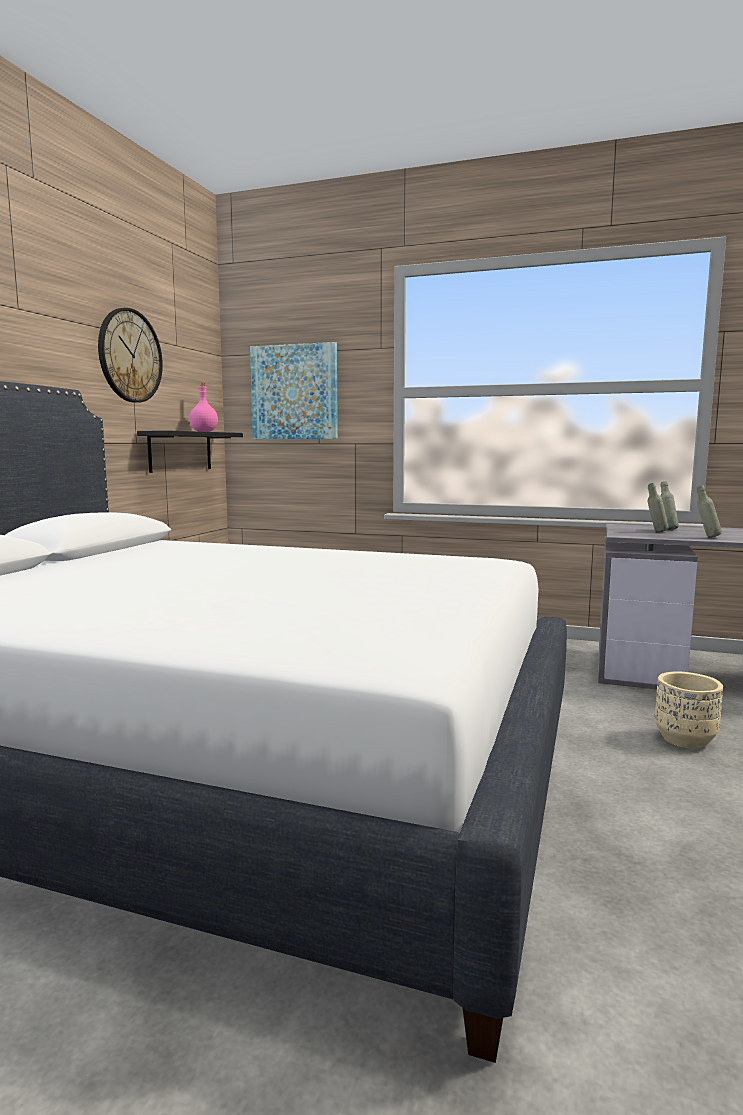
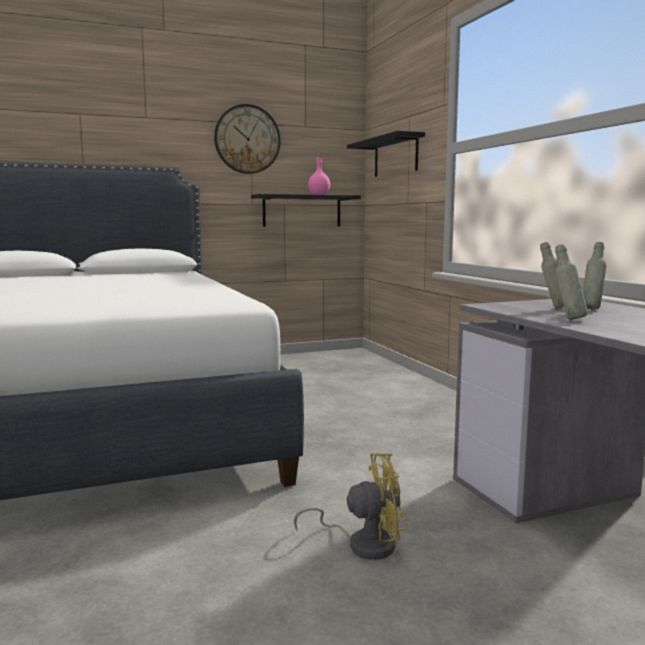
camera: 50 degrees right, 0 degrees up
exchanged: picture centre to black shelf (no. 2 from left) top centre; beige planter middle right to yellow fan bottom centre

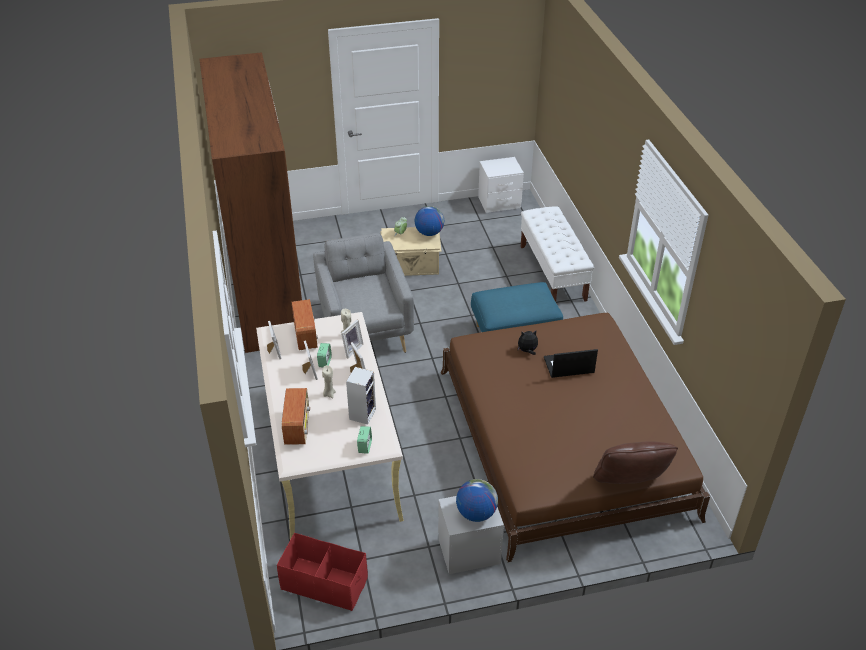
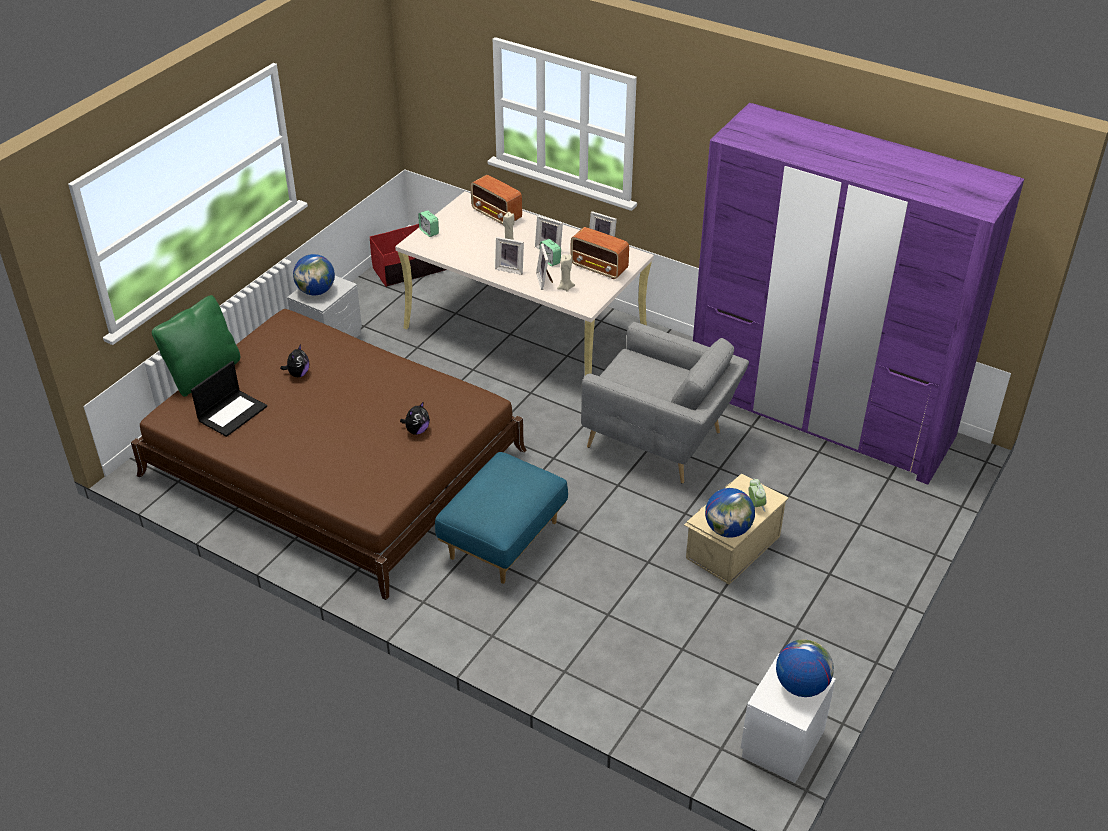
camera: 135 degrees right, 0 degrees up
missing: white bench centre; speaker centre
appeared: plush toy (no. 1 from left) middle left; globe (no. 3 from left) bottom right
relocated: laptop centre to middle left
colour: brown wardrobe top left to purple wardrobe middle right; brown pillow bottom right to green pillow middle left

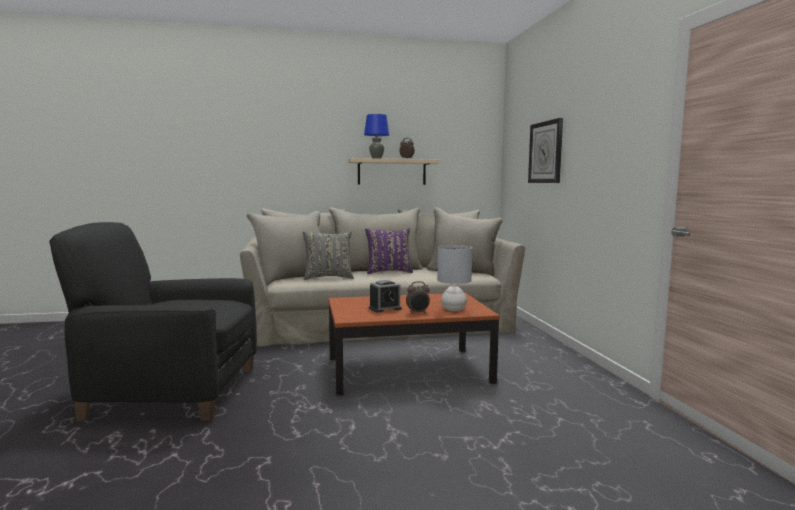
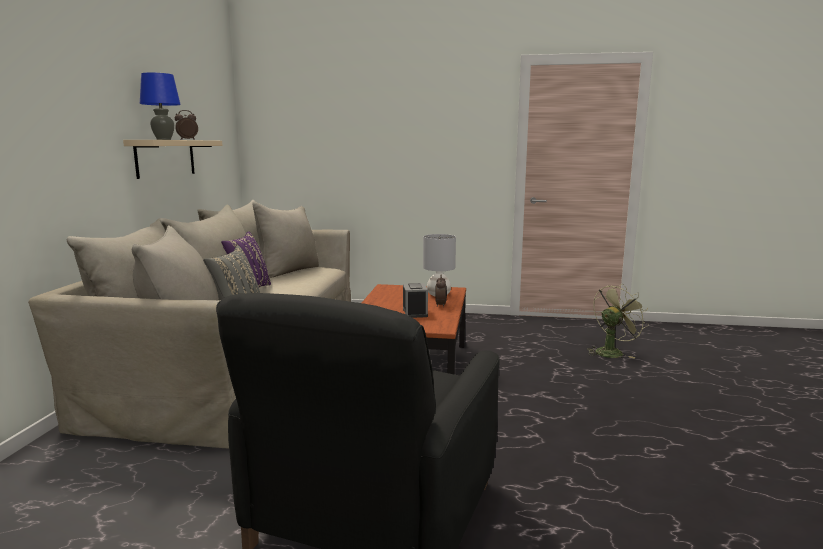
camera: 70 degrees left, 5 degrees up
missing: wall clock top right
appeared: green fan middle right

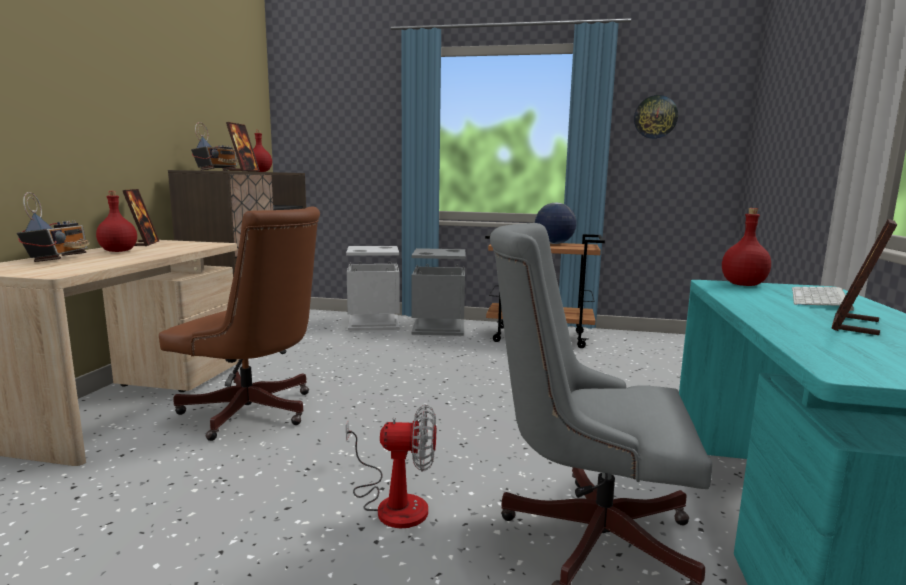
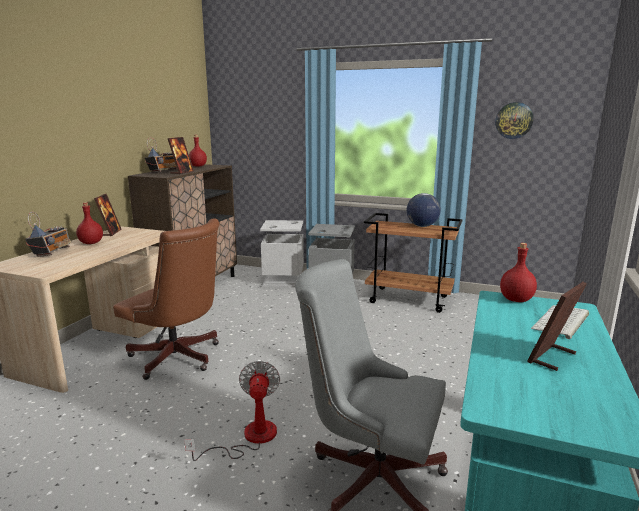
camera: 10 degrees right, 5 degrees up
spun: fan bottom centre = bottom centre 105 degrees counterclockwise

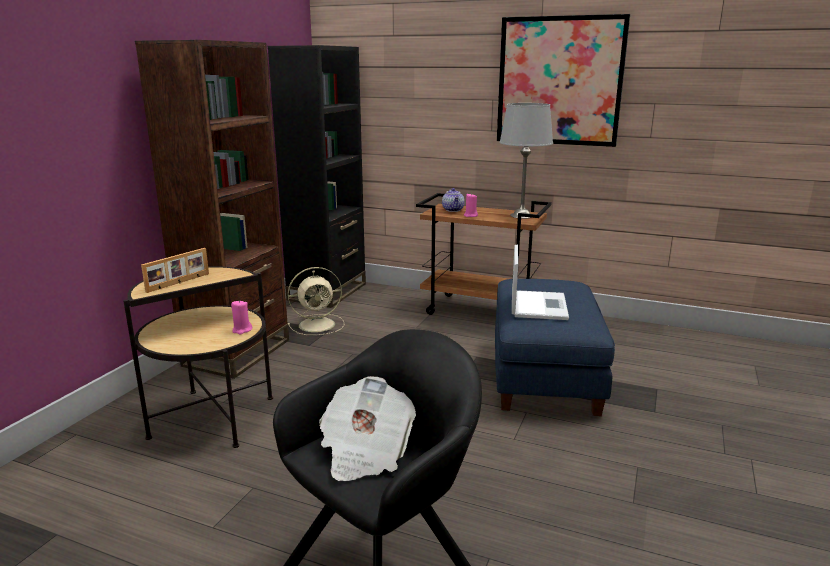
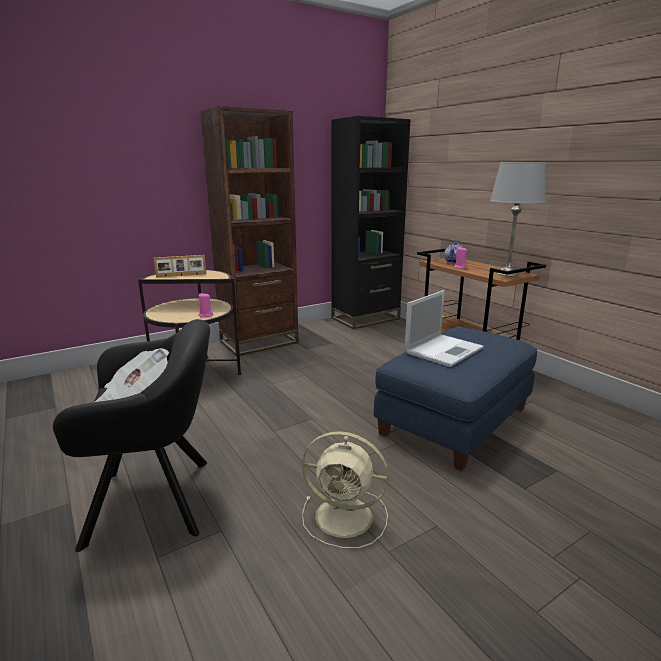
camera: 35 degrees right, 0 degrees up
missing: picture top right
relocated: beige fan centre to bottom centre

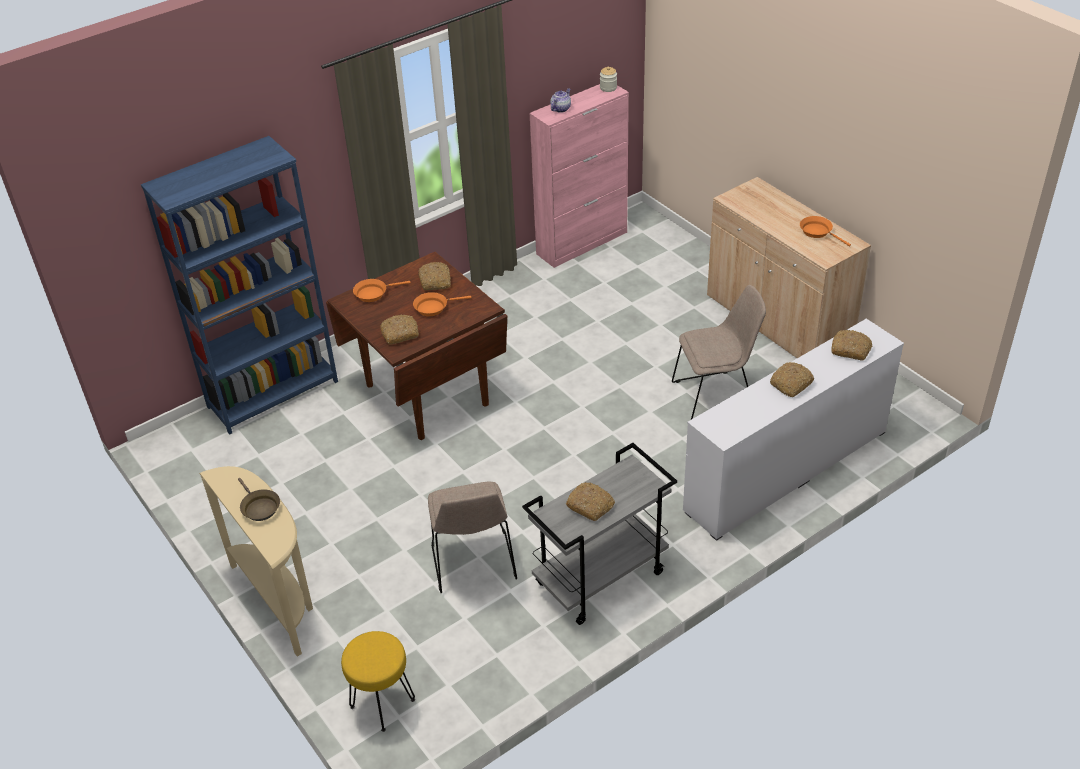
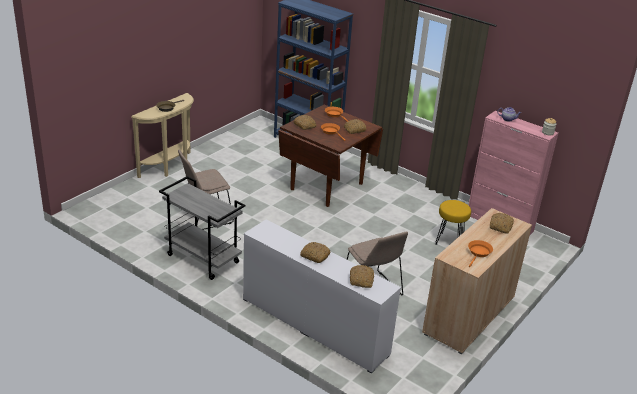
camera: 70 degrees right, 10 degrees down
relocated: bread (no. 3 from left in the first image) centre to bread (no. 5 from left) middle right; yellow stool bottom centre to middle right

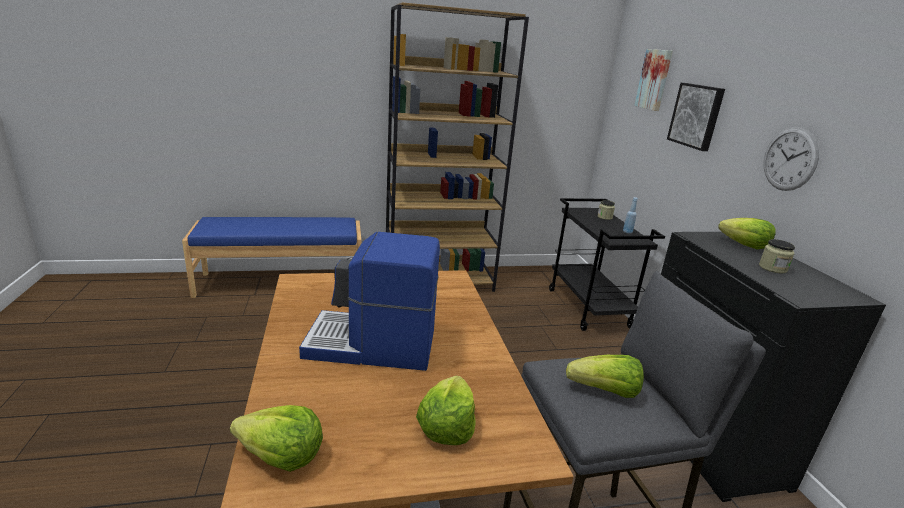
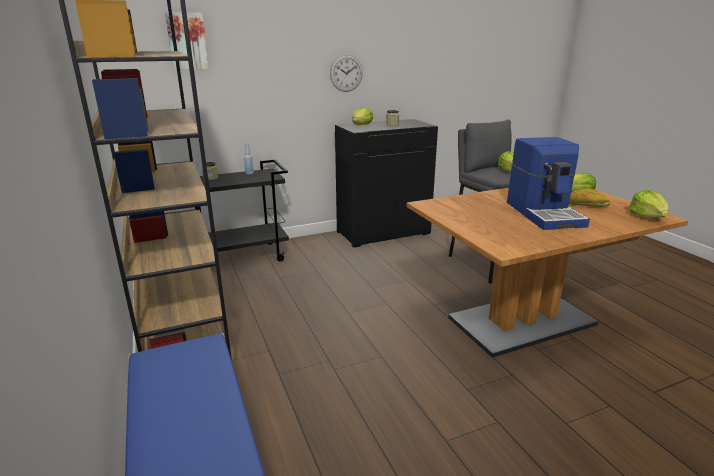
camera: 100 degrees left, 0 degrees up
missing: picture (no. 2 from left) top right
appeared: bread middle right

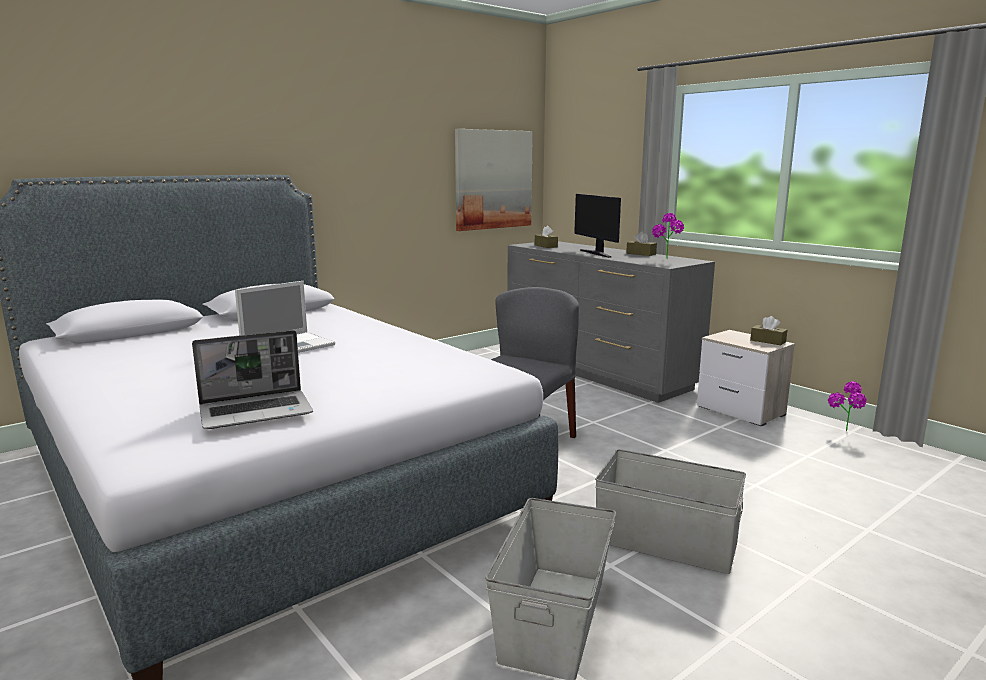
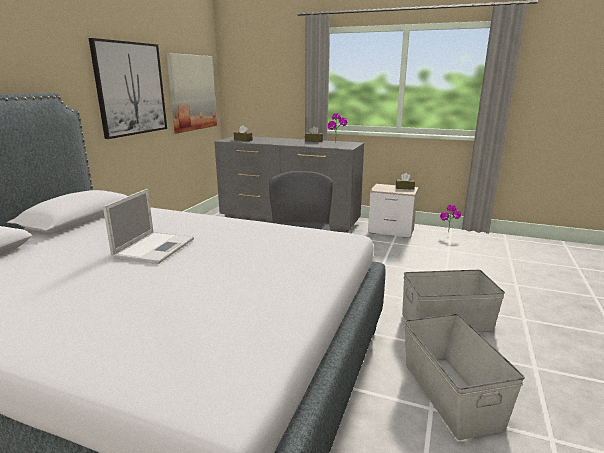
camera: 30 degrees left, 5 degrees up
missing: monitor top centre; laptop (no. 1 from left) middle left
appeared: picture (no. 1 from left) top left

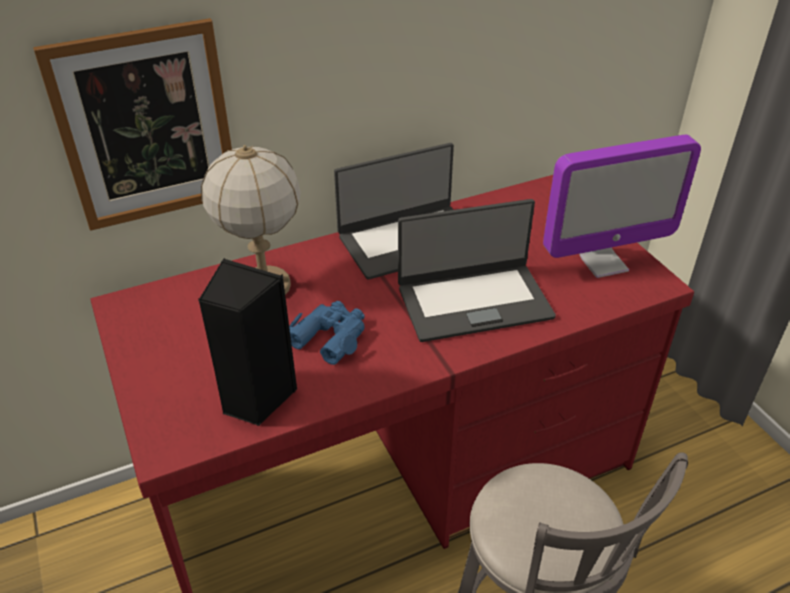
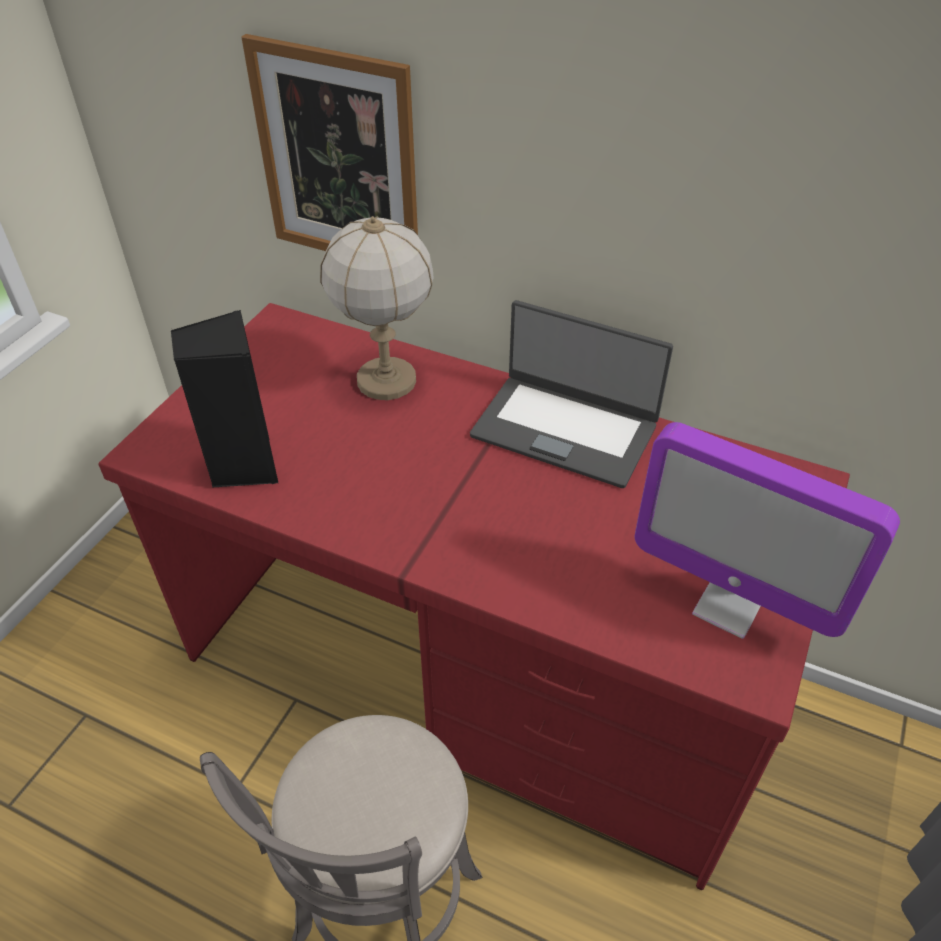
camera: 50 degrees right, 5 degrees up
missing: laptop (no. 2 from left) centre; blue binoculars centre

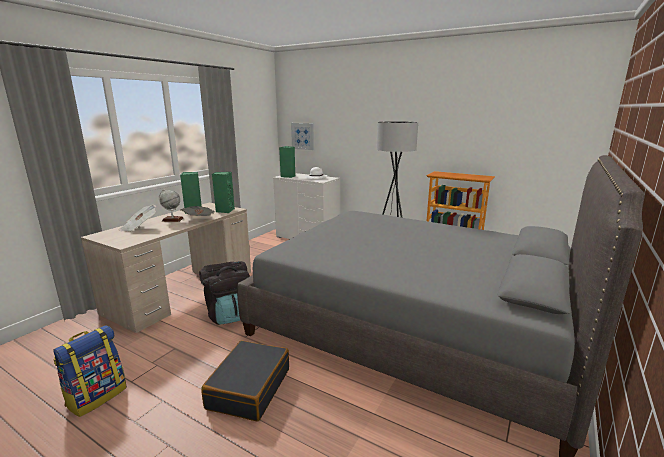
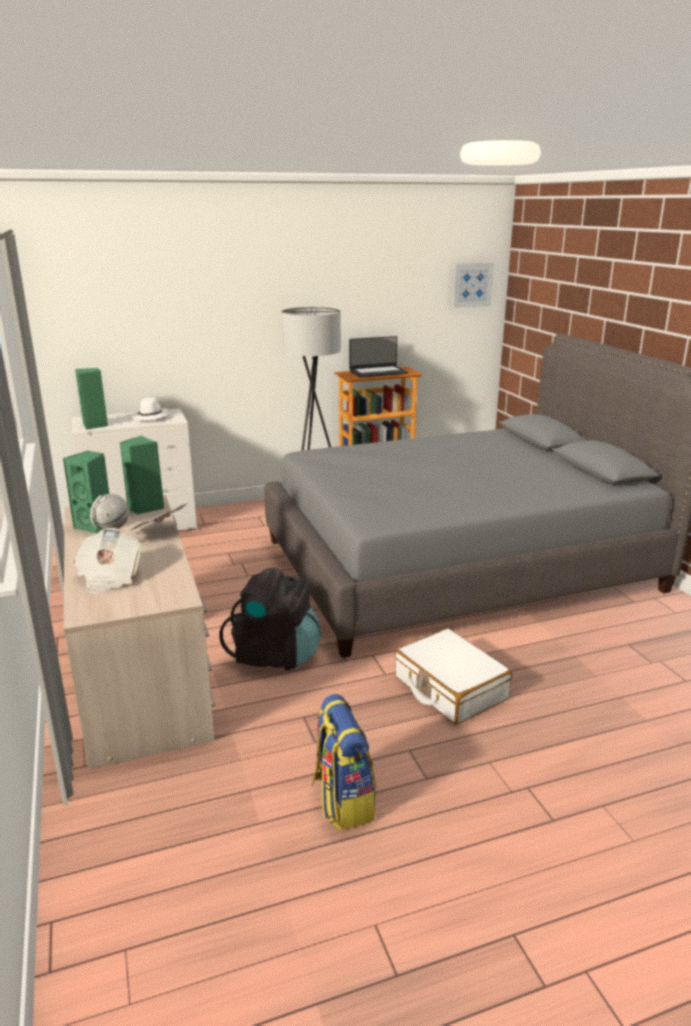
camera: 50 degrees left, 5 degrees up
appeared: laptop centre
relocated: picture top centre to top right
colour: black suitcase bottom centre to white suitcase centre

